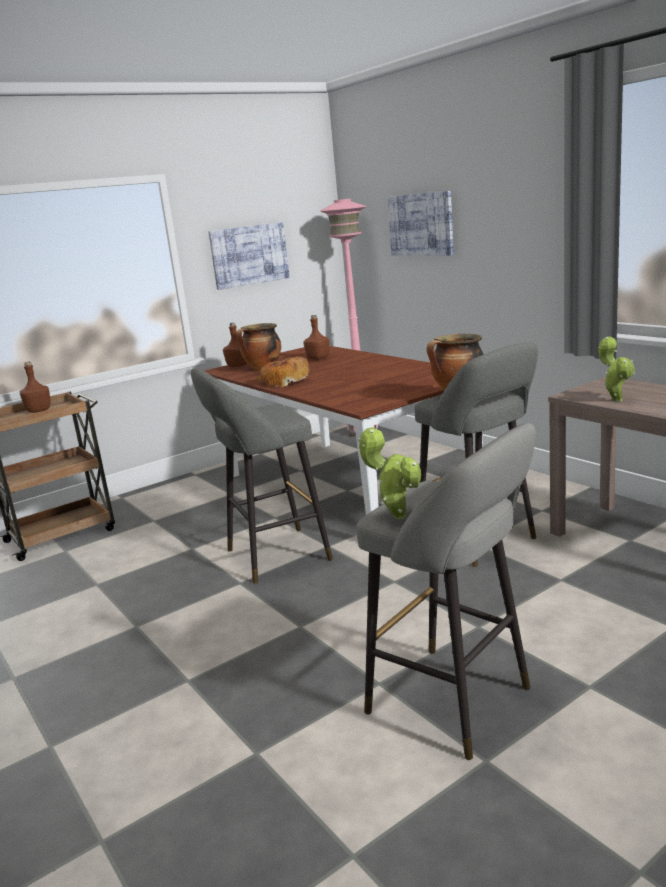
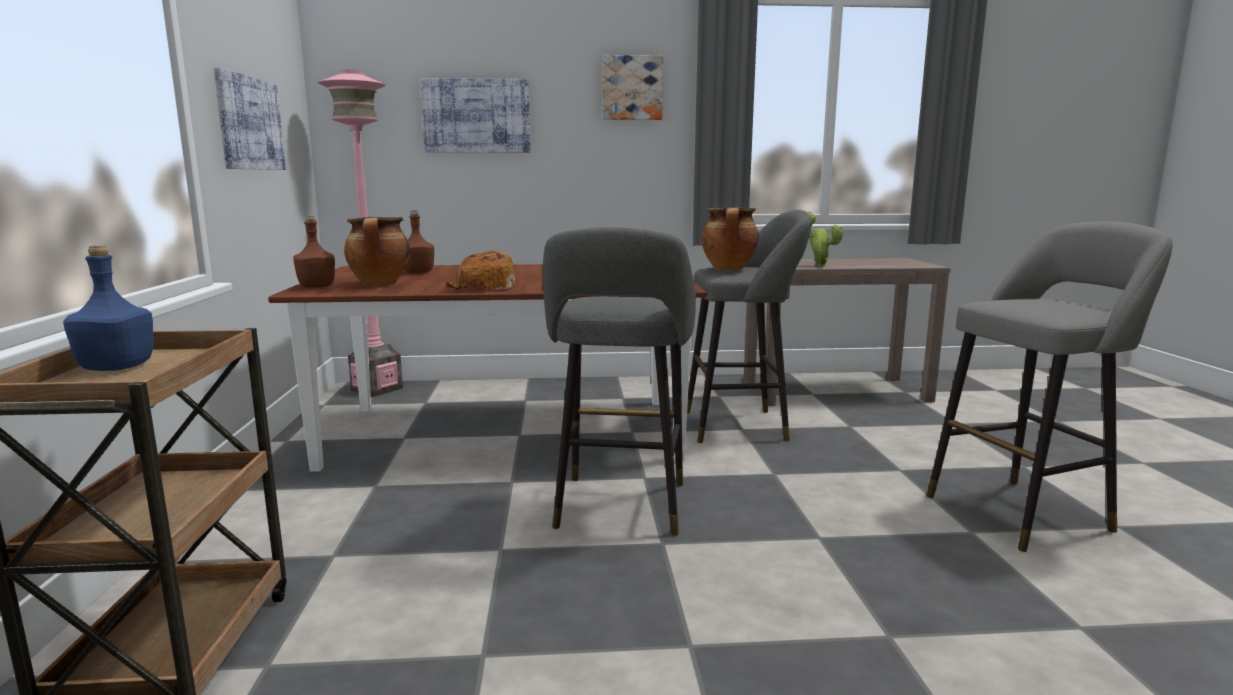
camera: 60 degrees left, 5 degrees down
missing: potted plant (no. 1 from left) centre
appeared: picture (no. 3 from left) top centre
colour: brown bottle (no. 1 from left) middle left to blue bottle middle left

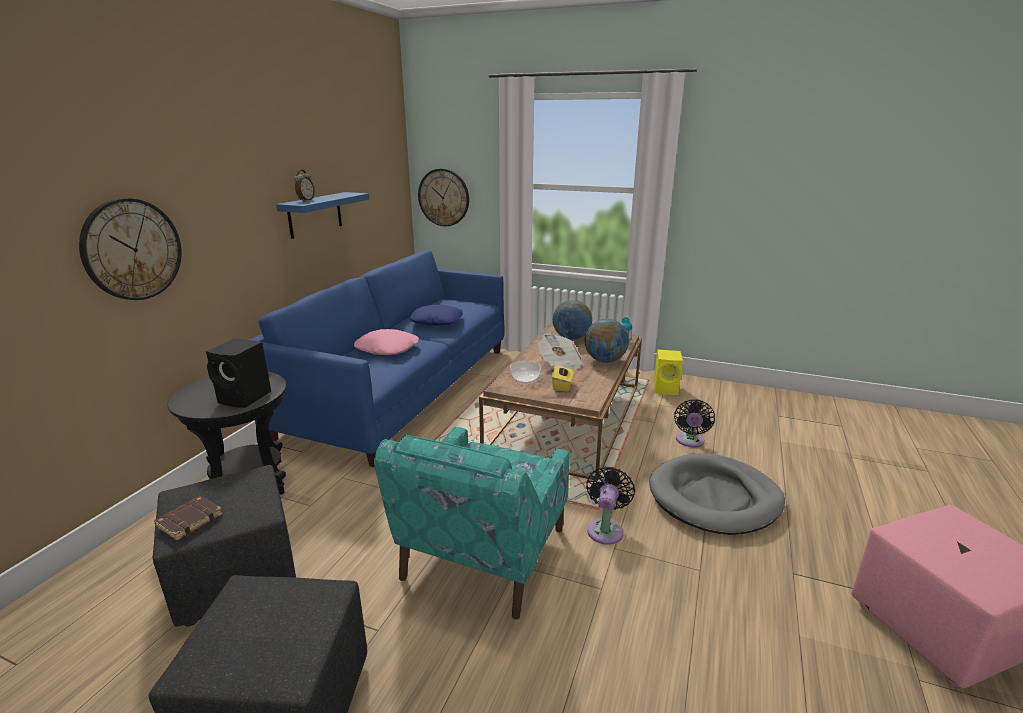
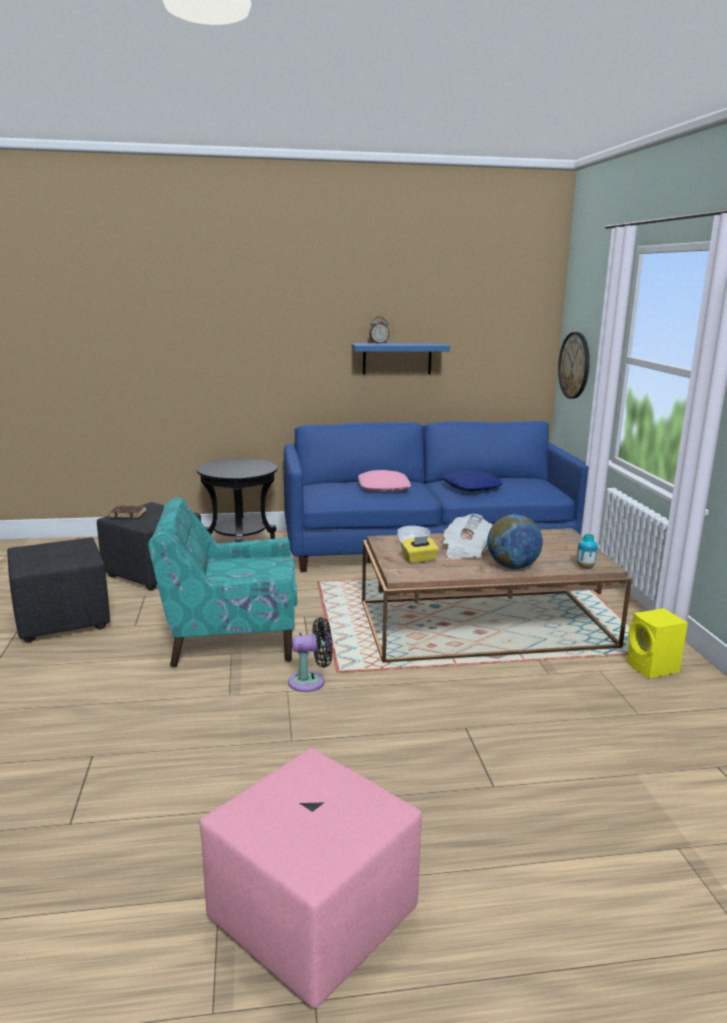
camera: 60 degrees right, 5 degrees down
missing: wall clock (no. 1 from left) middle left; globe (no. 1 from left) centre; black speaker middle left; black fan (no. 2 from left) middle right; grey dog bed bottom right

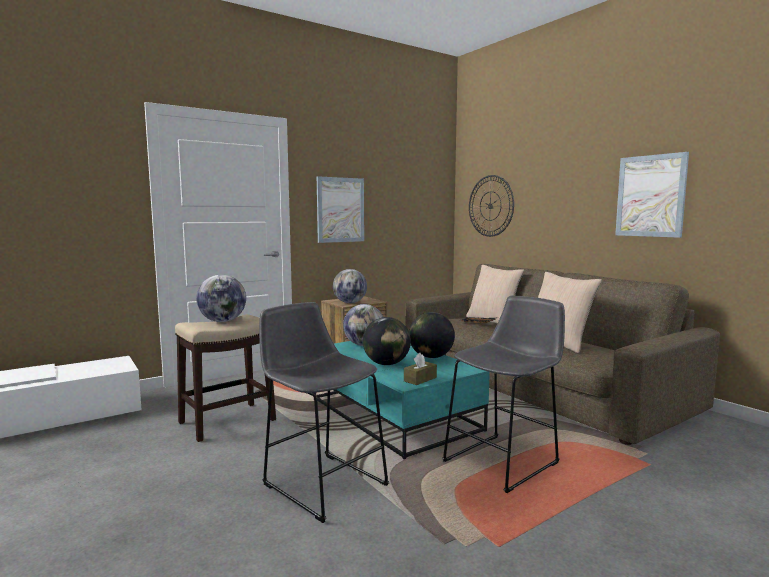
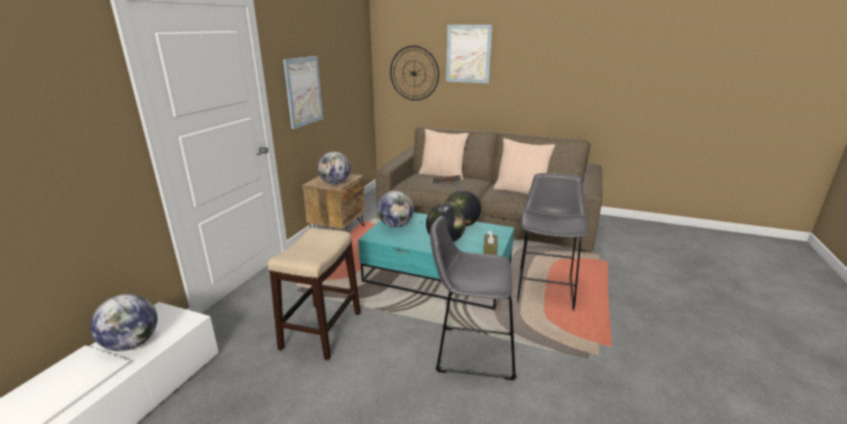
camera: 35 degrees left, 15 degrees up
relocated: picture (no. 2 from left) middle right to top centre; globe (no. 1 from left) middle left to bottom left

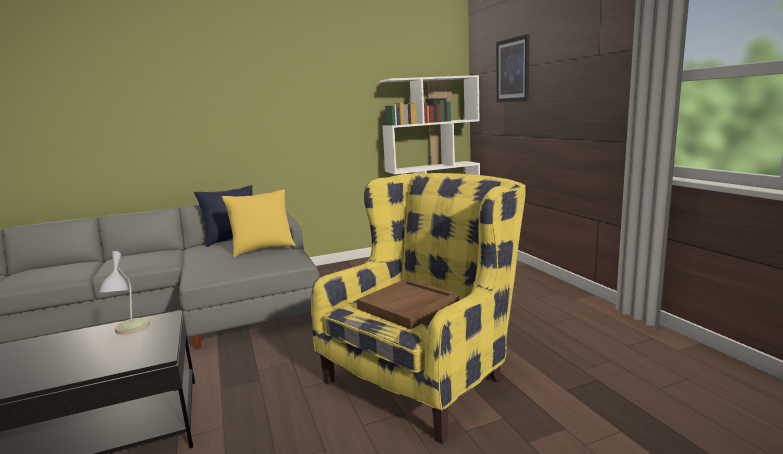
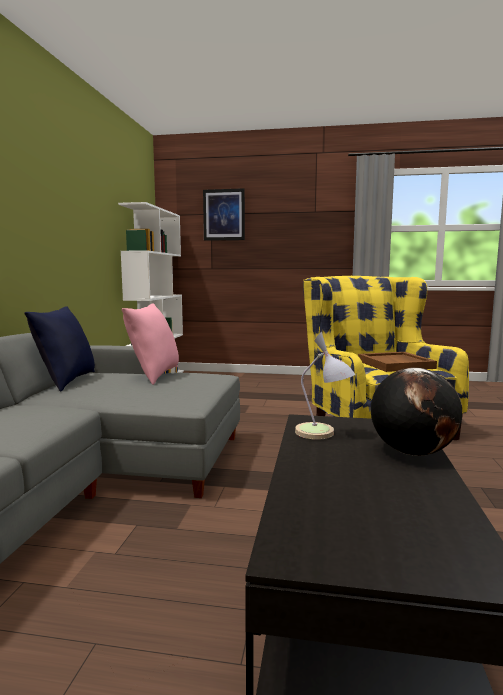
camera: 60 degrees left, 5 degrees down
appeared: globe middle right
colour: yellow pillow middle left to pink pillow middle left

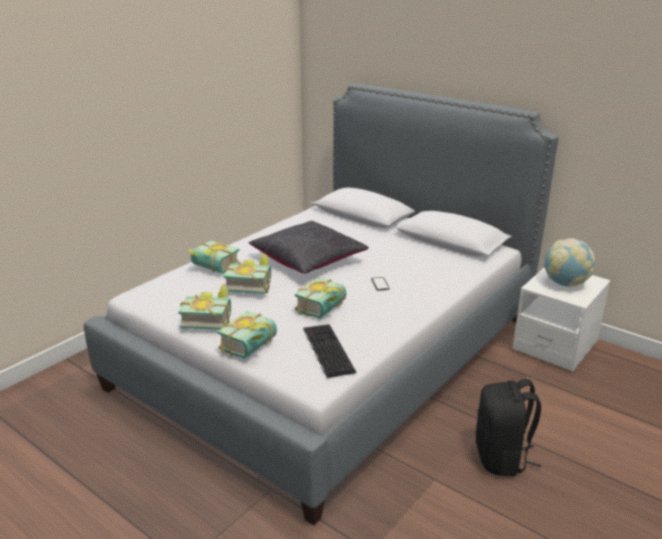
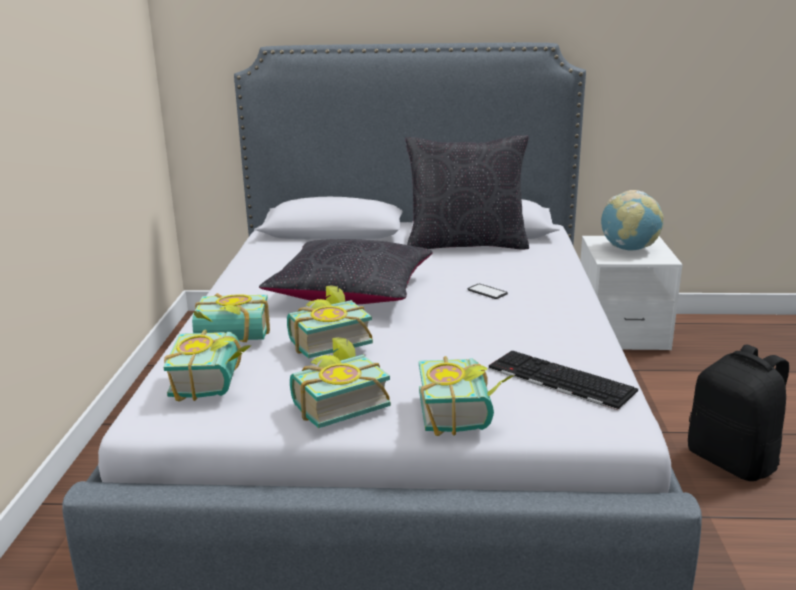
camera: 35 degrees left, 5 degrees down
appeared: black pillow (no. 2 from left) top centre
relocated: book (no. 5 from left in the first image) centre to book (no. 1 from left) middle left

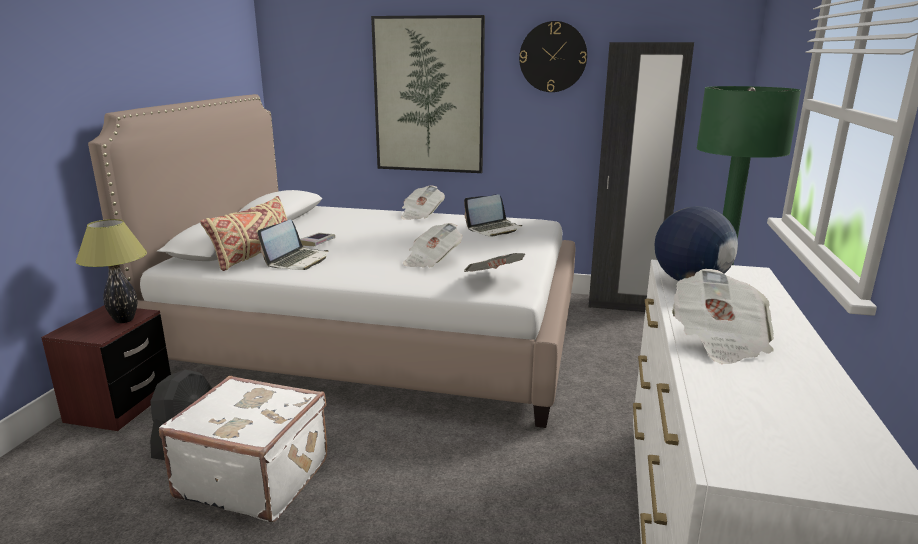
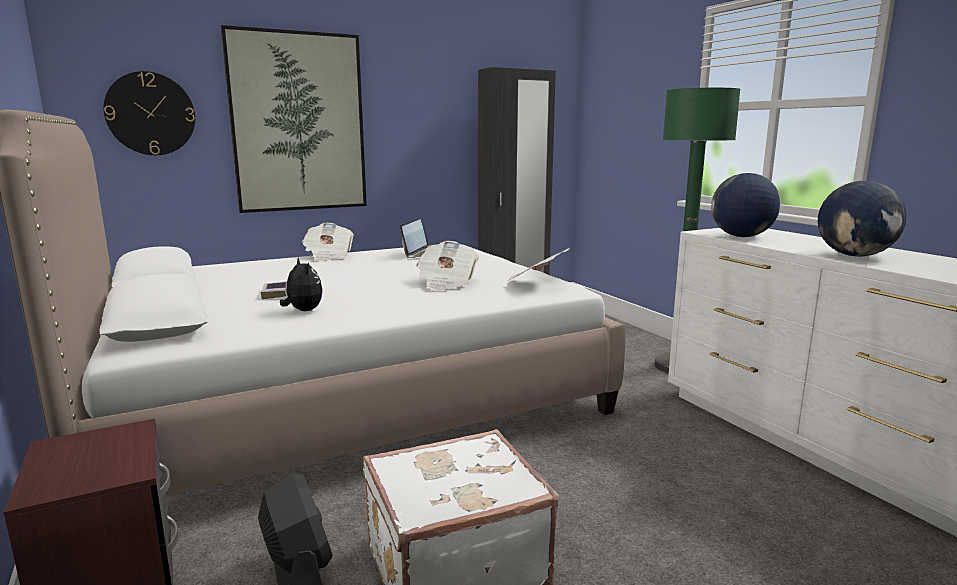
camera: 40 degrees left, 5 degrees down
missing: beige pillow middle left; table lamp middle left
relocated: wall clock top centre to top left
exchanged: laptop (no. 1 from left) middle left to plush toy middle left; newspaper (no. 4 from left) middle right to globe (no. 2 from left) middle right

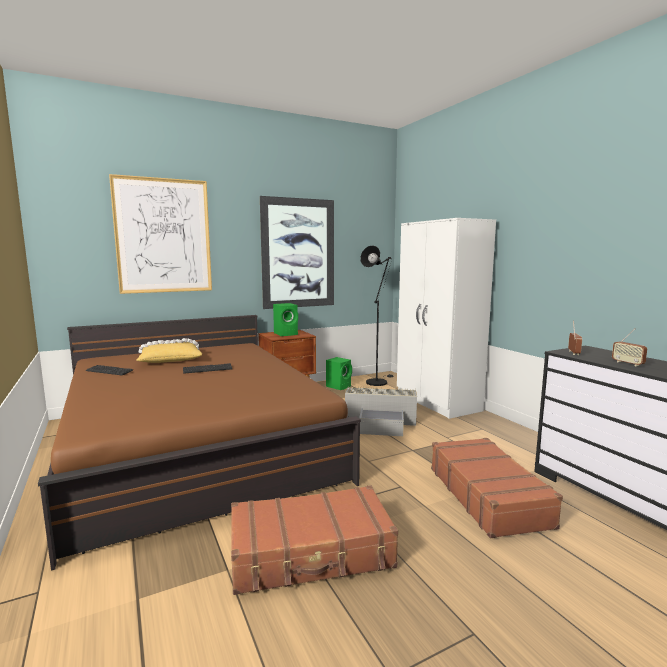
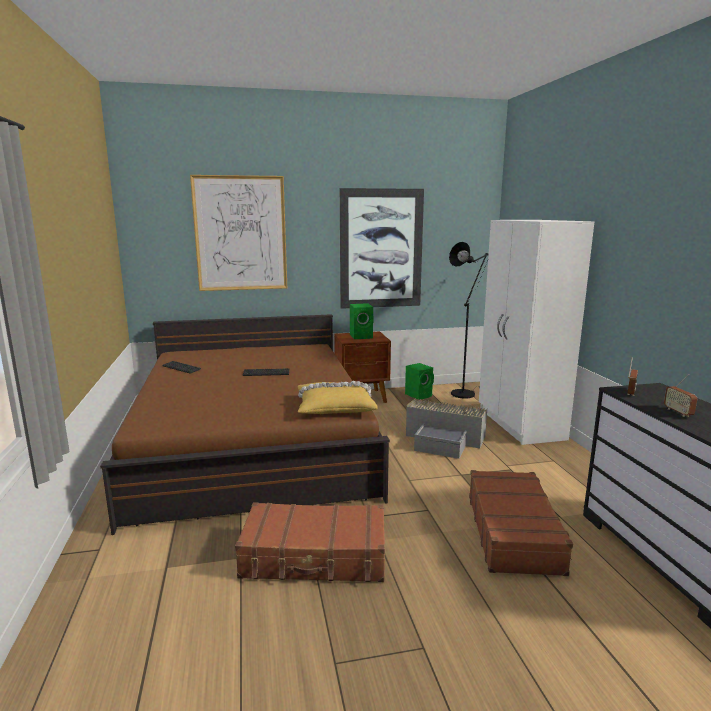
camera: 15 degrees right, 5 degrees up
relocated: yellow pillow middle left to centre

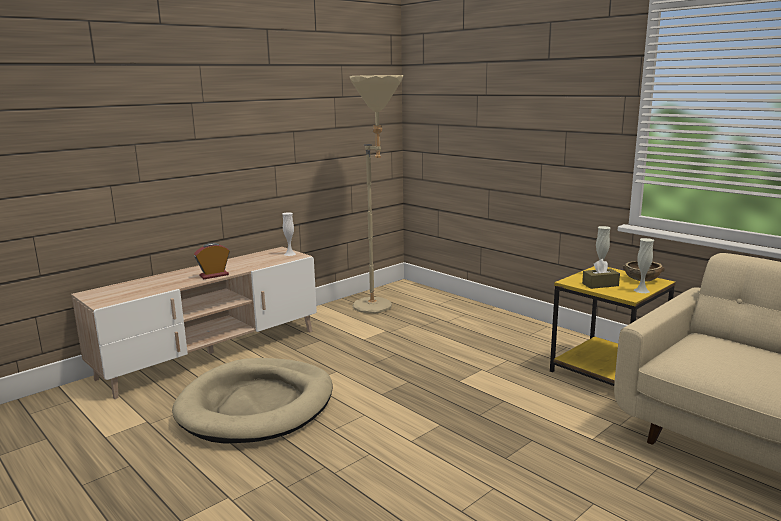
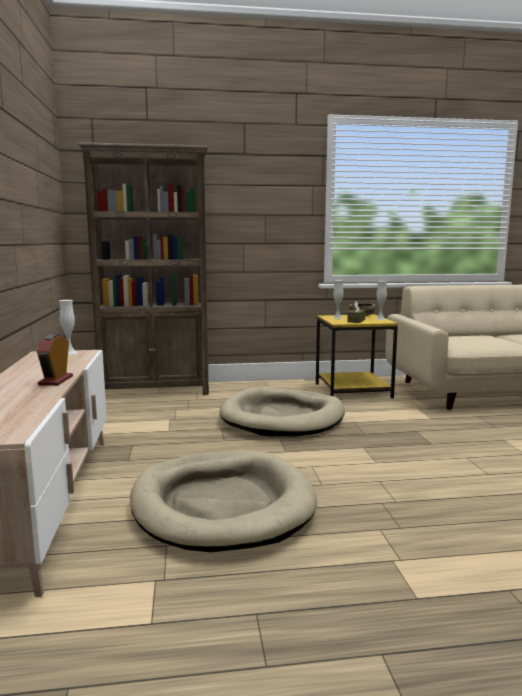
camera: 55 degrees left, 5 degrees down
missing: beige floor lamp centre
appeared: brown bookcase middle left; beige dog bed (no. 2 from left) centre

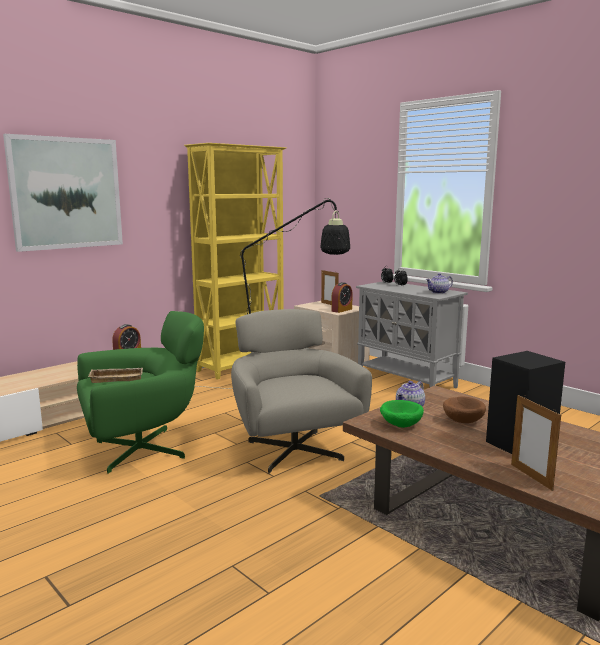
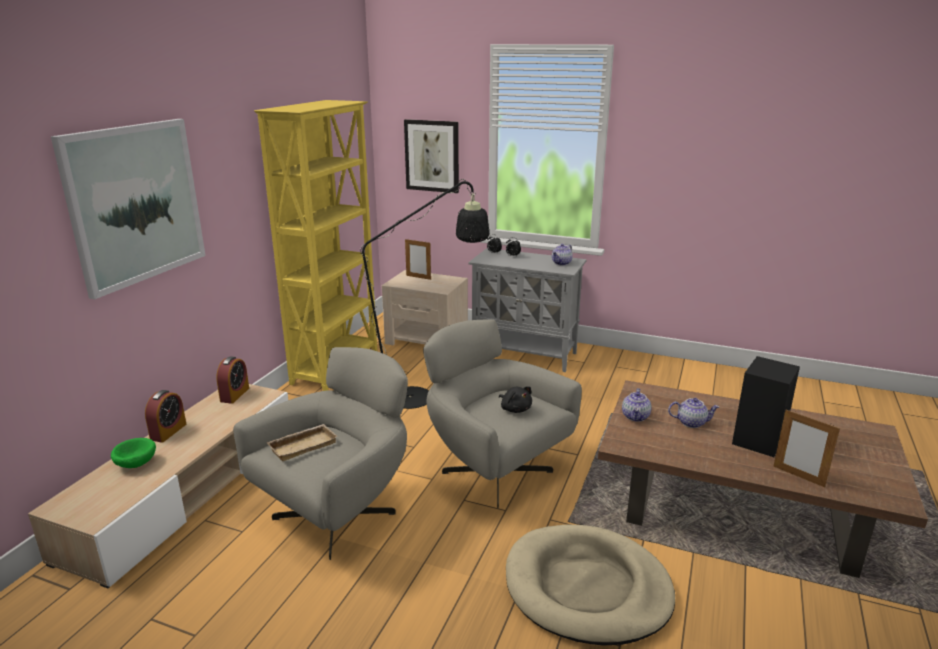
camera: 25 degrees left, 10 degrees up
appeared: picture (no. 2 from left) top centre; black plush toy centre; beige dog bed bottom centre
relocated: alarm clock (no. 2 from left in the first image) centre to alarm clock (no. 1 from left) middle left; green bowl middle right to bottom left
exchanged: brown bowl middle right to teapot (no. 3 from left) middle right
colour: green armchair middle left to grey armchair (no. 1 from left) bottom centre

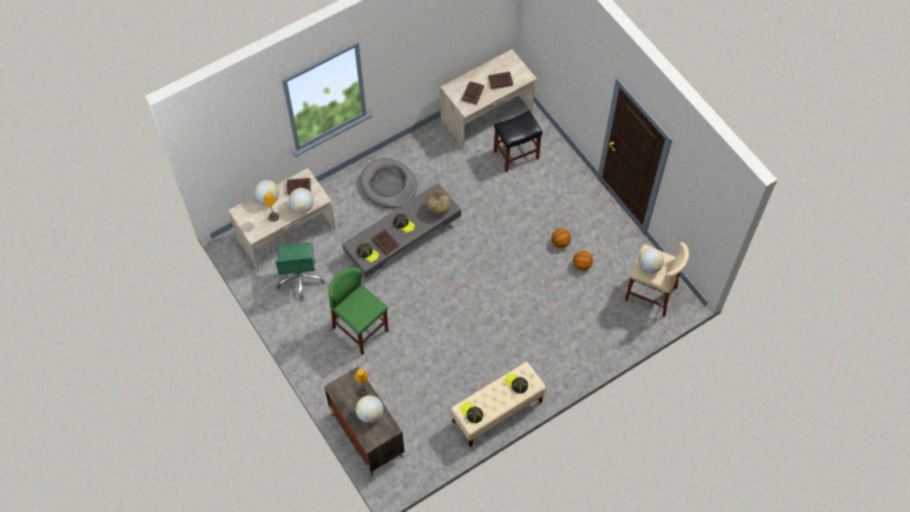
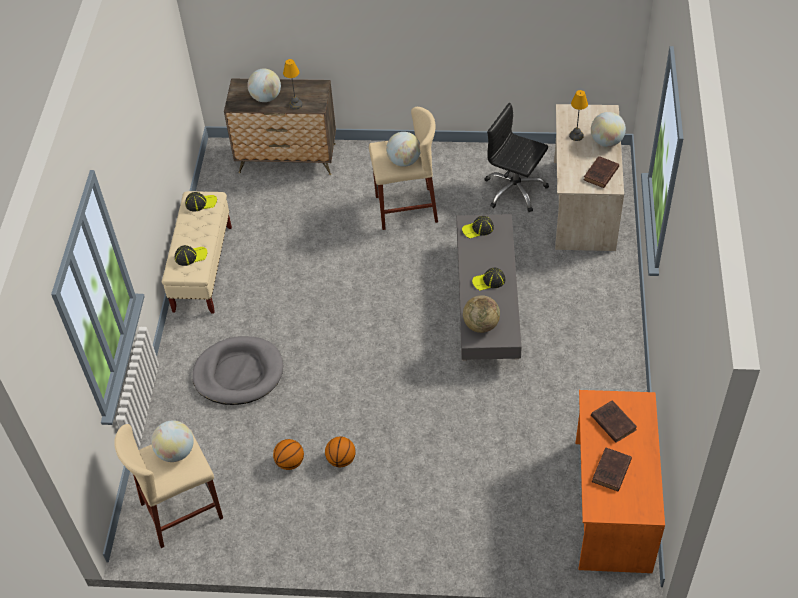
camera: 130 degrees right, 10 degrees down
missing: black stool top centre; brown book (no. 2 from left) centre
relocated: grey dog bed centre to middle left; globe (no. 2 from left in the first image) middle left to globe (no. 3 from left) top centre
colour: beige desk (no. 2 from left) top centre to orange desk bottom right; green office chair middle left to black office chair top centre; green stool centre to beige stool (no. 2 from left) top centre

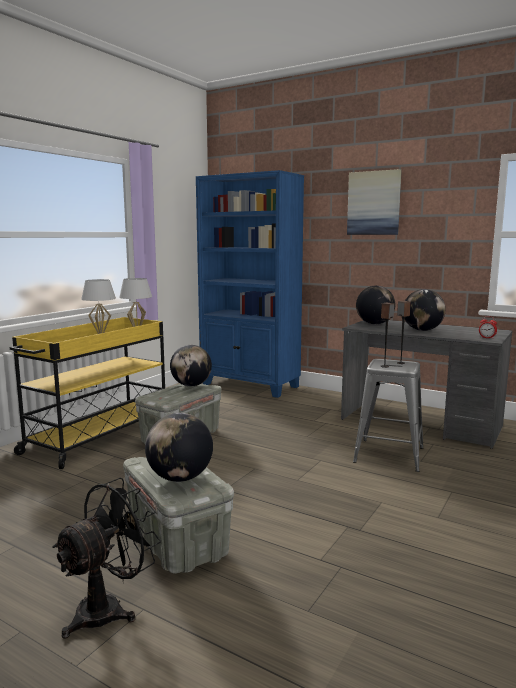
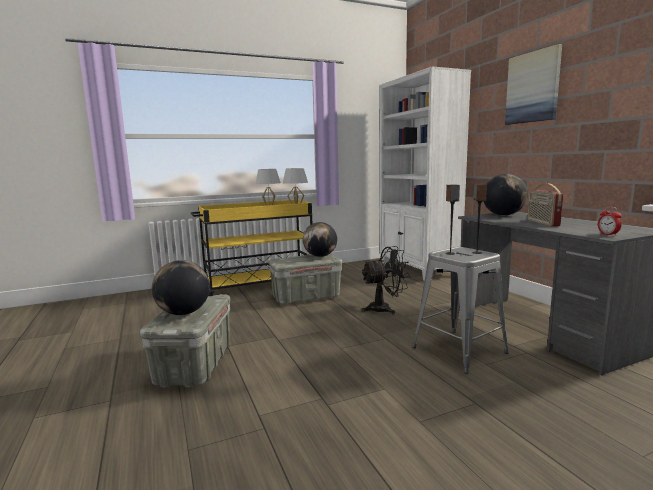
camera: 35 degrees right, 0 degrees up
relocated: black fan bottom left to centre
exchanged: globe (no. 4 from left) middle right to radio middle right
colour: blue bookcase centre to white bookcase centre

